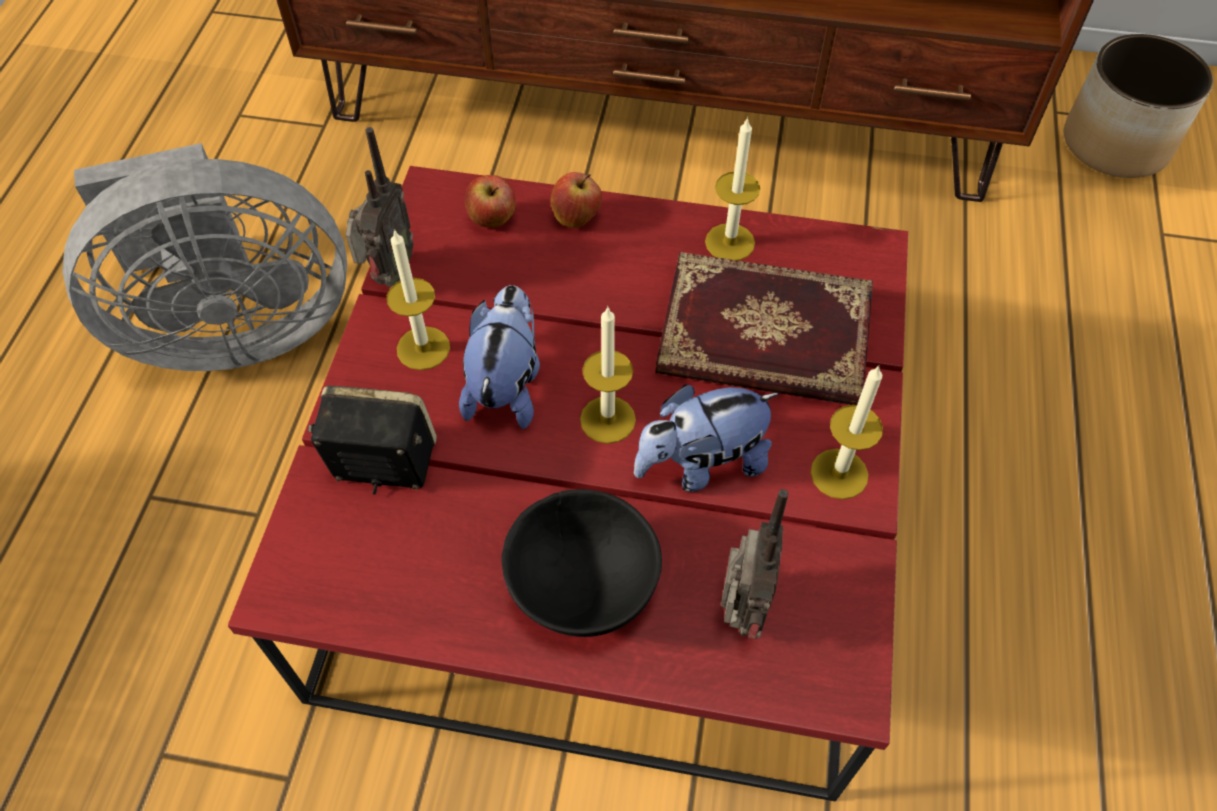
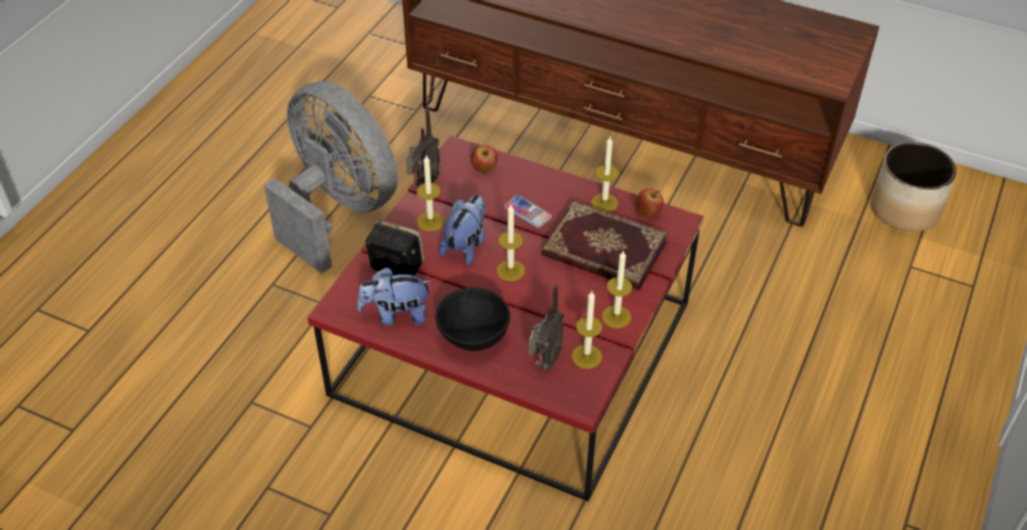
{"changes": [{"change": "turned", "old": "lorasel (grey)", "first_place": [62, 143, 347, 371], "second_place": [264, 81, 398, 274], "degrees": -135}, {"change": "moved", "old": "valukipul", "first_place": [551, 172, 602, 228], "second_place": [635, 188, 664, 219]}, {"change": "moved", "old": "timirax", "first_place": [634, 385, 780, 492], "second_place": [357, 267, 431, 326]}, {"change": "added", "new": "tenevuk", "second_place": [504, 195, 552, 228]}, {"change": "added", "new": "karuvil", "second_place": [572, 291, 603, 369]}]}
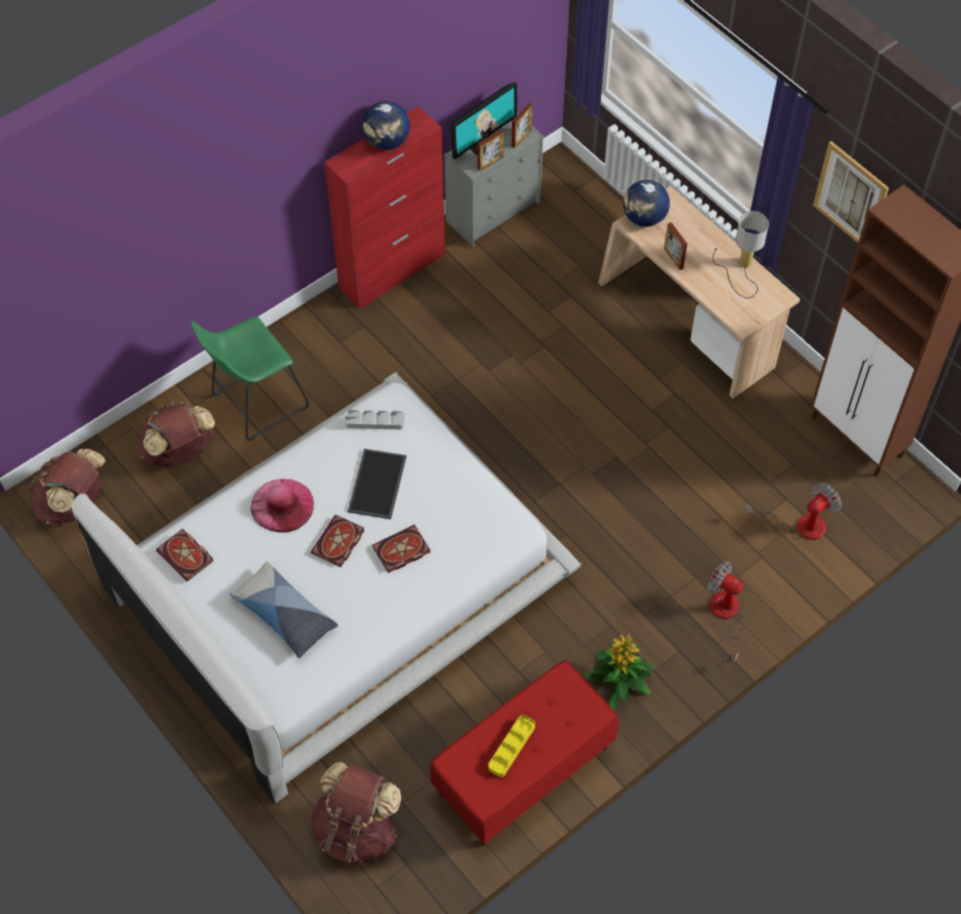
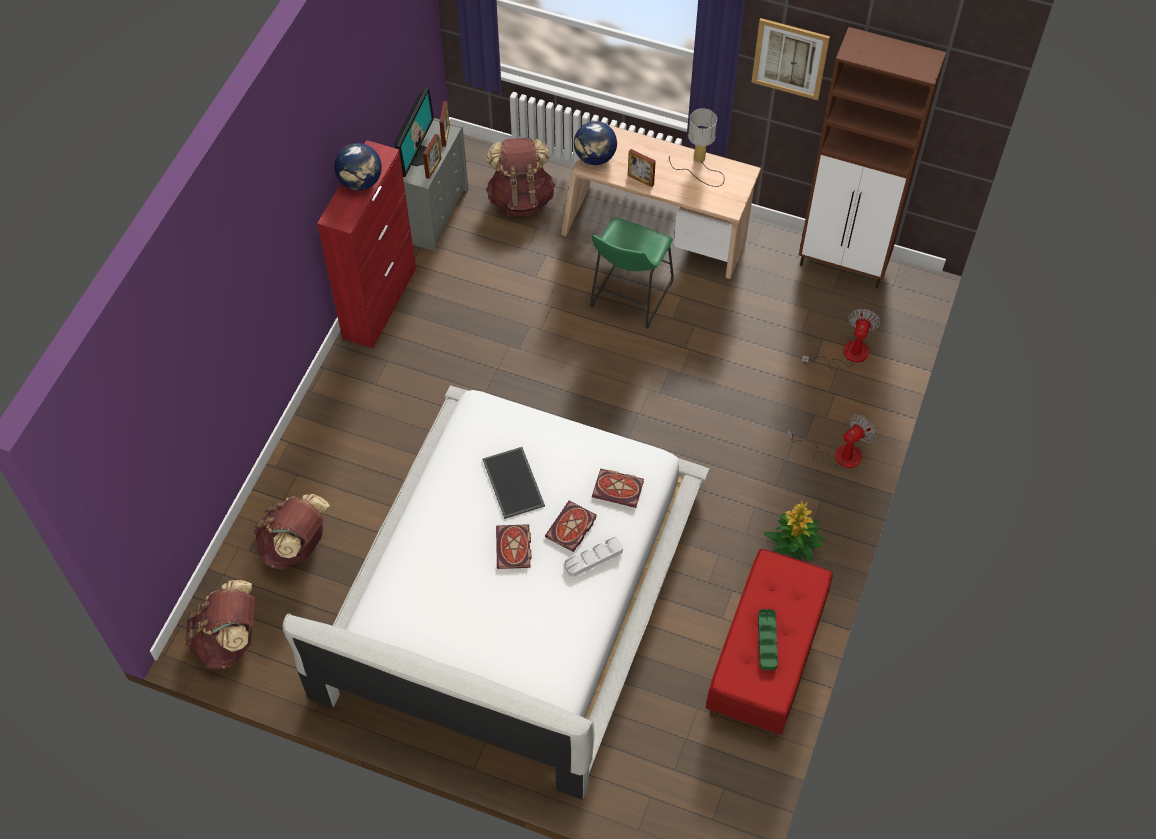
{"changes": [{"change": "moved", "old": "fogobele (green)", "first_place": [191, 317, 309, 441], "second_place": [590, 218, 674, 328]}, {"change": "moved", "old": "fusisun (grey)", "first_place": [344, 410, 405, 429], "second_place": [564, 537, 623, 577]}, {"change": "removed", "old": "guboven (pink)", "first_place": [251, 479, 314, 532]}, {"change": "moved", "old": "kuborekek", "first_place": [156, 528, 214, 582], "second_place": [592, 468, 644, 508]}, {"change": "removed", "old": "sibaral", "first_place": [229, 561, 338, 658]}, {"change": "turned", "old": "lorasel", "first_place": [708, 561, 743, 662], "second_place": [787, 414, 876, 468], "degrees": 135}, {"change": "recoloured", "old": "fusisun (yellow)", "new": "fusisun (green)", "first_place": [488, 715, 535, 777], "second_place": [758, 609, 778, 670]}, {"change": "moved", "old": "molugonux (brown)", "first_place": [310, 762, 401, 866], "second_place": [486, 138, 556, 216]}]}
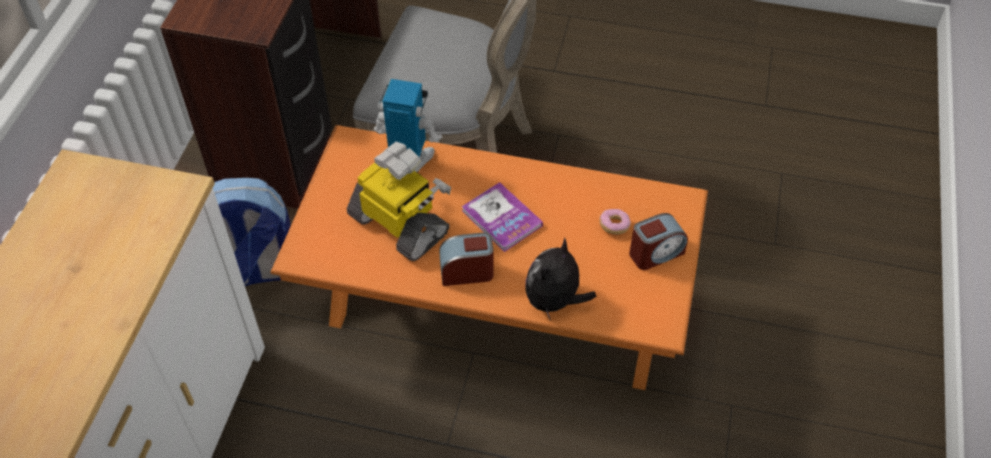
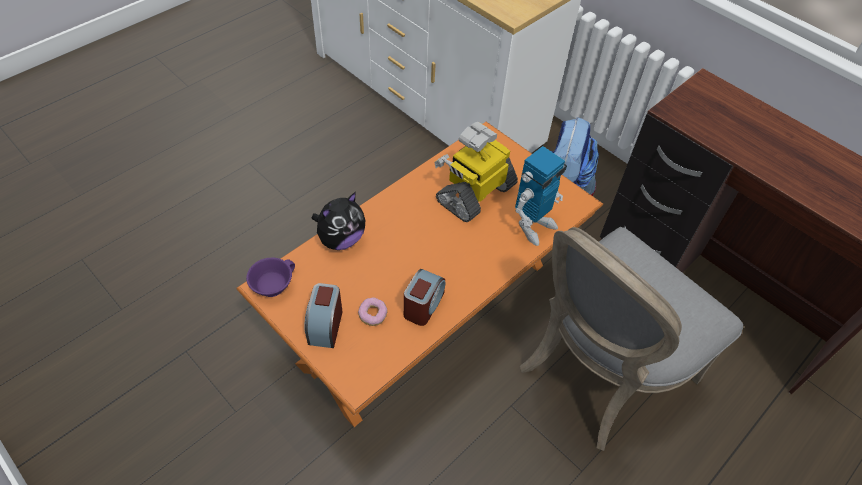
{"changes": [{"change": "turned", "old": "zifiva", "first_place": [347, 142, 451, 261], "second_place": [434, 122, 518, 222], "degrees": 150}, {"change": "removed", "old": "kuborekek", "first_place": [462, 182, 543, 252]}, {"change": "moved", "old": "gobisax", "first_place": [439, 233, 494, 286], "second_place": [404, 269, 446, 326]}, {"change": "turned", "old": "timirax", "first_place": [525, 237, 597, 321], "second_place": [311, 192, 365, 250], "degrees": 75}, {"change": "added", "new": "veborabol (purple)", "second_place": [246, 257, 295, 297]}]}
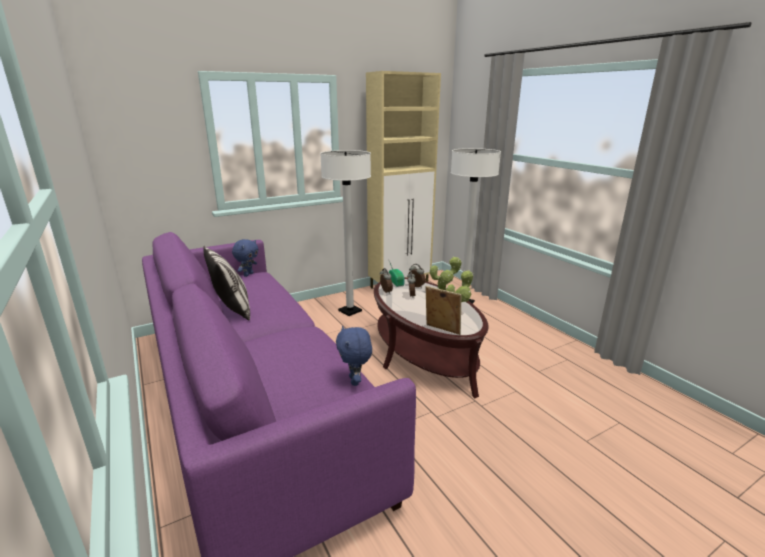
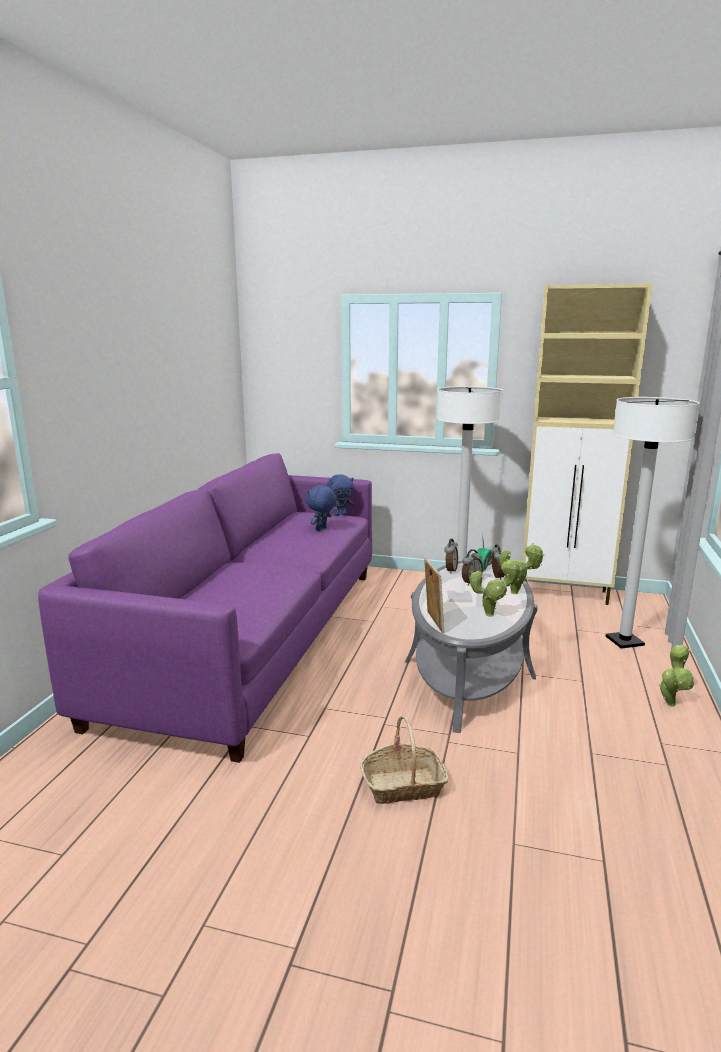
{"changes": [{"change": "removed", "old": "sibaral", "first_place": [203, 246, 250, 320]}, {"change": "recoloured", "old": "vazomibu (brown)", "new": "vazomibu (grey)", "first_place": [374, 278, 488, 399], "second_place": [405, 561, 538, 733]}, {"change": "moved", "old": "timirax (blue)", "first_place": [336, 326, 372, 386], "second_place": [306, 485, 337, 531]}, {"change": "added", "new": "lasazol", "second_place": [659, 645, 694, 707]}, {"change": "added", "new": "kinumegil", "second_place": [360, 716, 449, 804]}]}
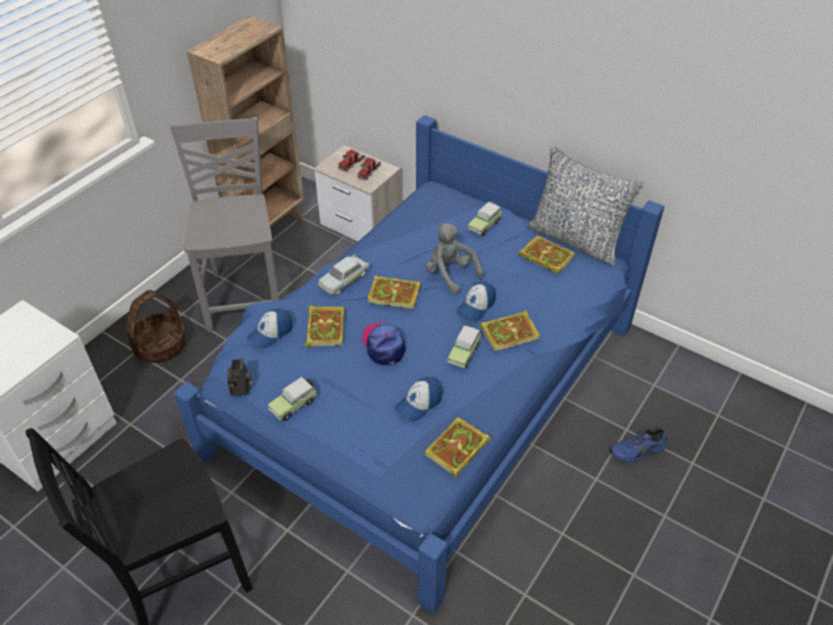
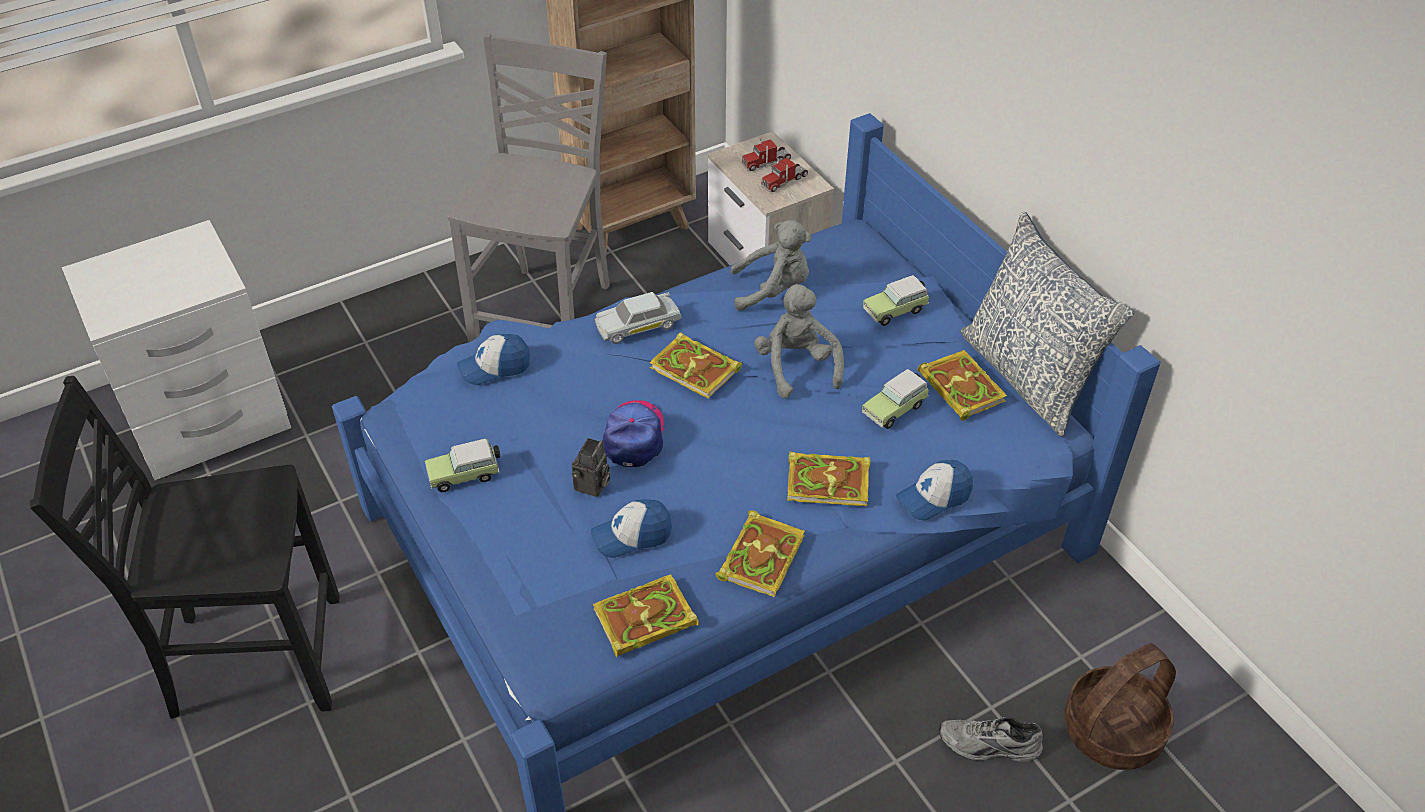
{"changes": [{"change": "moved", "old": "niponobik", "first_place": [457, 281, 496, 321], "second_place": [896, 460, 973, 521]}, {"change": "moved", "old": "kinumegil", "first_place": [126, 290, 186, 363], "second_place": [1064, 643, 1176, 770]}, {"change": "moved", "old": "kuborekek", "first_place": [305, 305, 344, 347], "second_place": [716, 510, 805, 597]}, {"change": "moved", "old": "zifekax", "first_place": [447, 325, 481, 368], "second_place": [862, 369, 929, 429]}, {"change": "moved", "old": "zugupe", "first_place": [227, 358, 252, 396], "second_place": [572, 438, 611, 497]}, {"change": "recoloured", "old": "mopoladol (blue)", "new": "mopoladol (grey)", "first_place": [609, 428, 667, 462], "second_place": [939, 717, 1043, 762]}, {"change": "added", "new": "timirax (grey)", "second_place": [731, 220, 811, 311]}]}
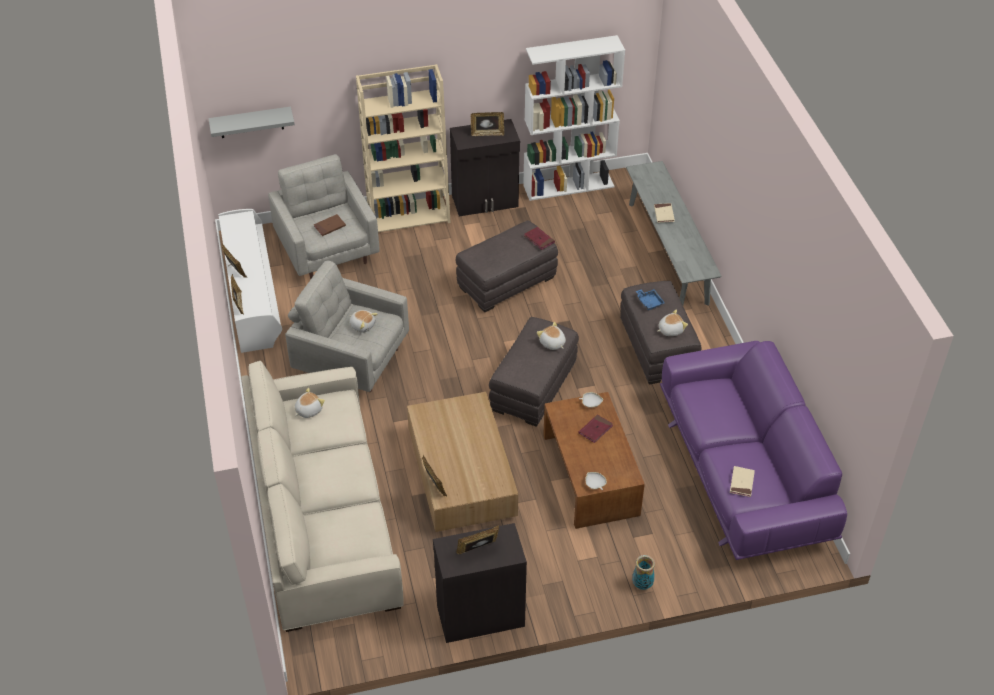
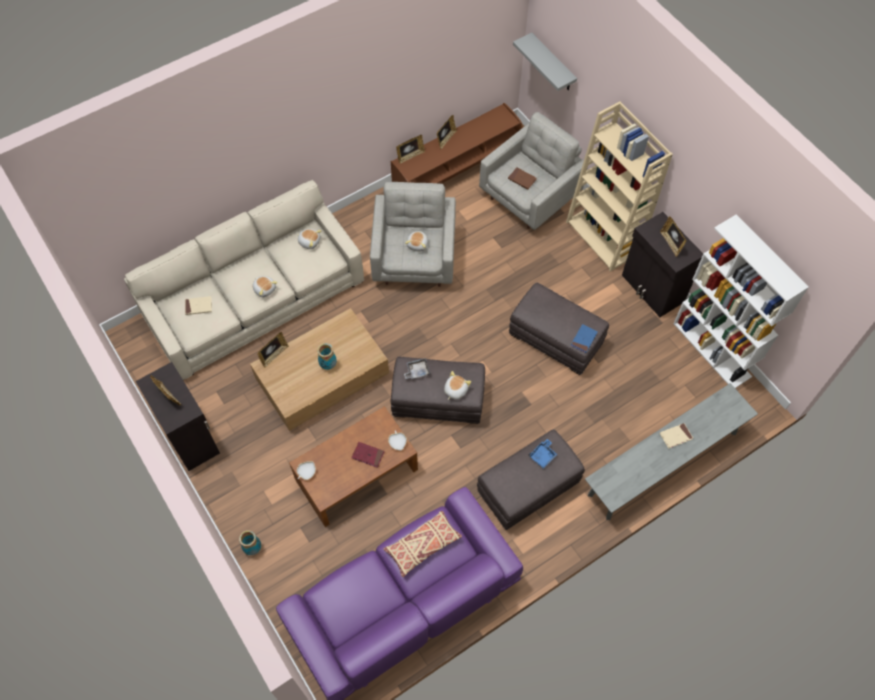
{"changes": [{"change": "recoloured", "old": "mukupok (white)", "new": "mukupok (brown)", "first_place": [218, 209, 282, 353], "second_place": [391, 103, 523, 184]}, {"change": "recoloured", "old": "kuborekek (red)", "new": "kuborekek (blue)", "first_place": [524, 227, 555, 250], "second_place": [570, 324, 598, 353]}, {"change": "moved", "old": "timirax", "first_place": [657, 310, 688, 336], "second_place": [252, 276, 278, 297]}, {"change": "moved", "old": "kuborekek (beige)", "first_place": [730, 466, 755, 497], "second_place": [185, 296, 212, 315]}, {"change": "added", "new": "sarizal", "second_place": [317, 343, 337, 370]}, {"change": "added", "new": "fusisun (grey)", "second_place": [404, 358, 431, 379]}, {"change": "added", "new": "sibaral (beige)", "second_place": [384, 511, 462, 577]}]}
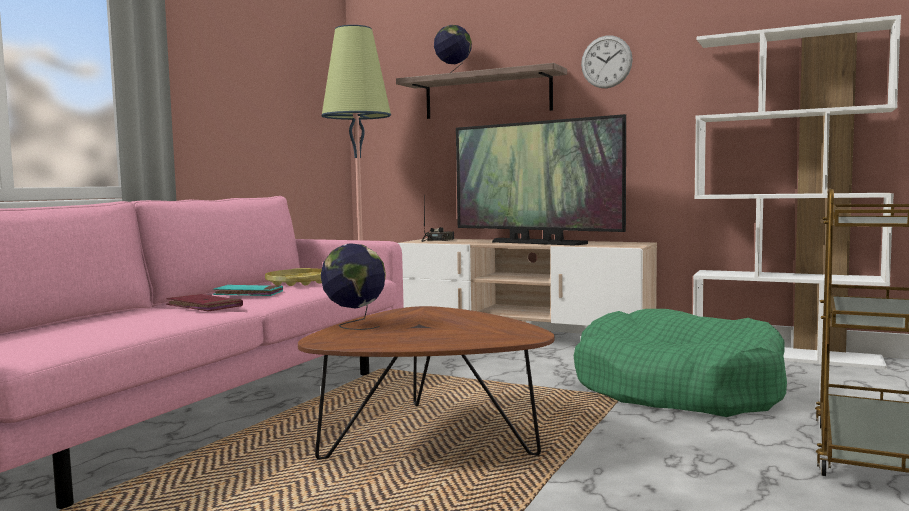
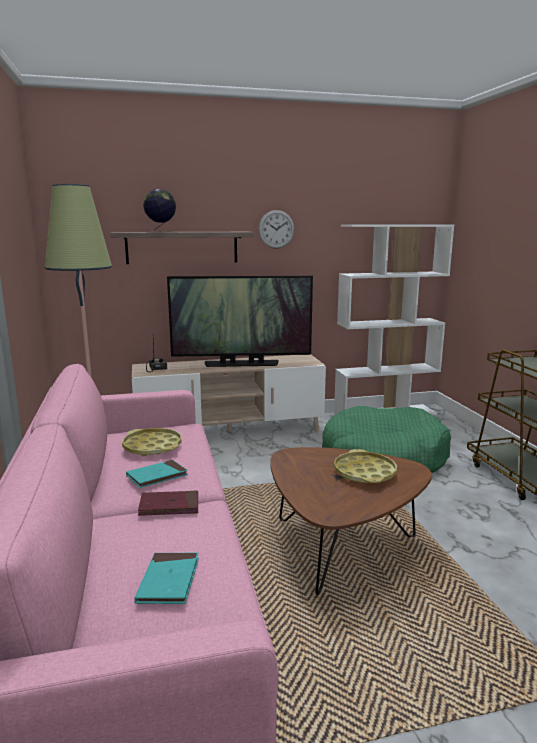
{"changes": [{"change": "removed", "old": "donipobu", "first_place": [321, 243, 386, 330]}, {"change": "added", "new": "fusisun (yellow)", "second_place": [334, 449, 397, 483]}, {"change": "added", "new": "kuborekek (turquoise)", "second_place": [134, 553, 199, 604]}]}
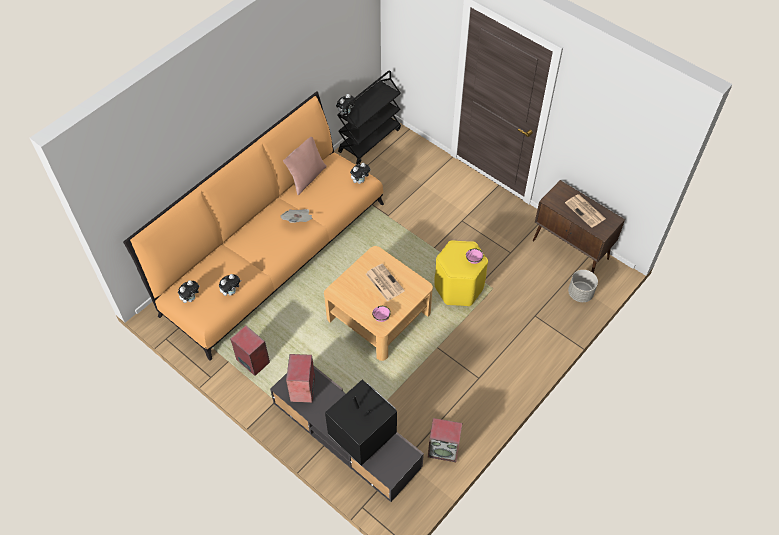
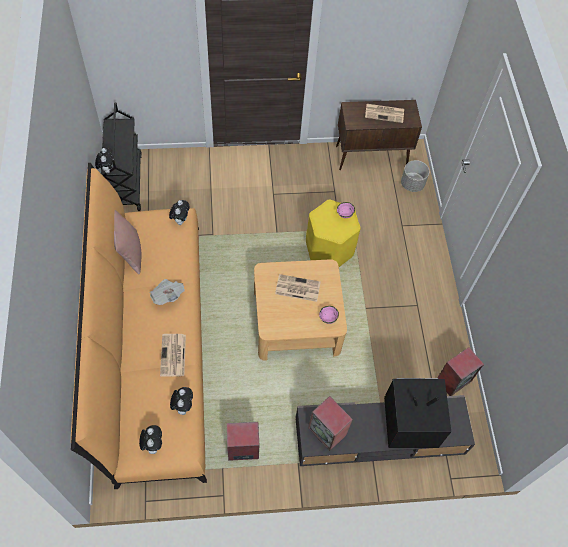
{"changes": [{"change": "added", "new": "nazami", "second_place": [160, 334, 186, 377]}]}
